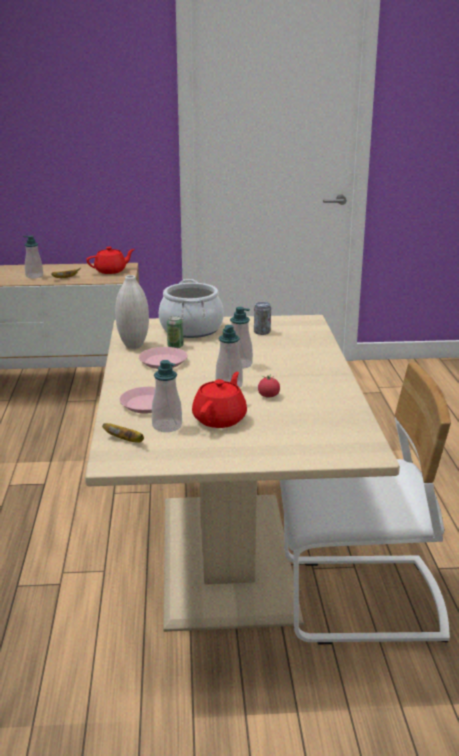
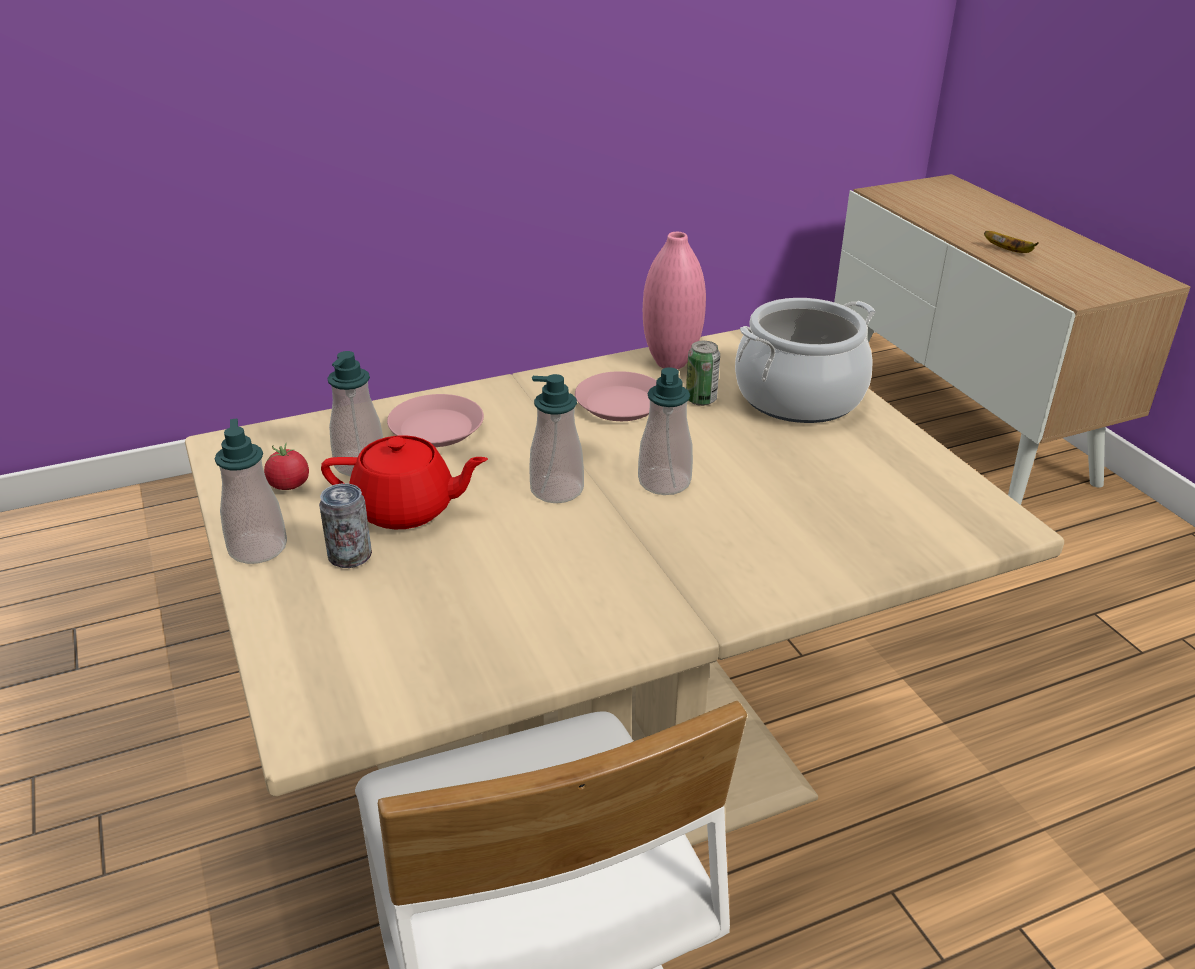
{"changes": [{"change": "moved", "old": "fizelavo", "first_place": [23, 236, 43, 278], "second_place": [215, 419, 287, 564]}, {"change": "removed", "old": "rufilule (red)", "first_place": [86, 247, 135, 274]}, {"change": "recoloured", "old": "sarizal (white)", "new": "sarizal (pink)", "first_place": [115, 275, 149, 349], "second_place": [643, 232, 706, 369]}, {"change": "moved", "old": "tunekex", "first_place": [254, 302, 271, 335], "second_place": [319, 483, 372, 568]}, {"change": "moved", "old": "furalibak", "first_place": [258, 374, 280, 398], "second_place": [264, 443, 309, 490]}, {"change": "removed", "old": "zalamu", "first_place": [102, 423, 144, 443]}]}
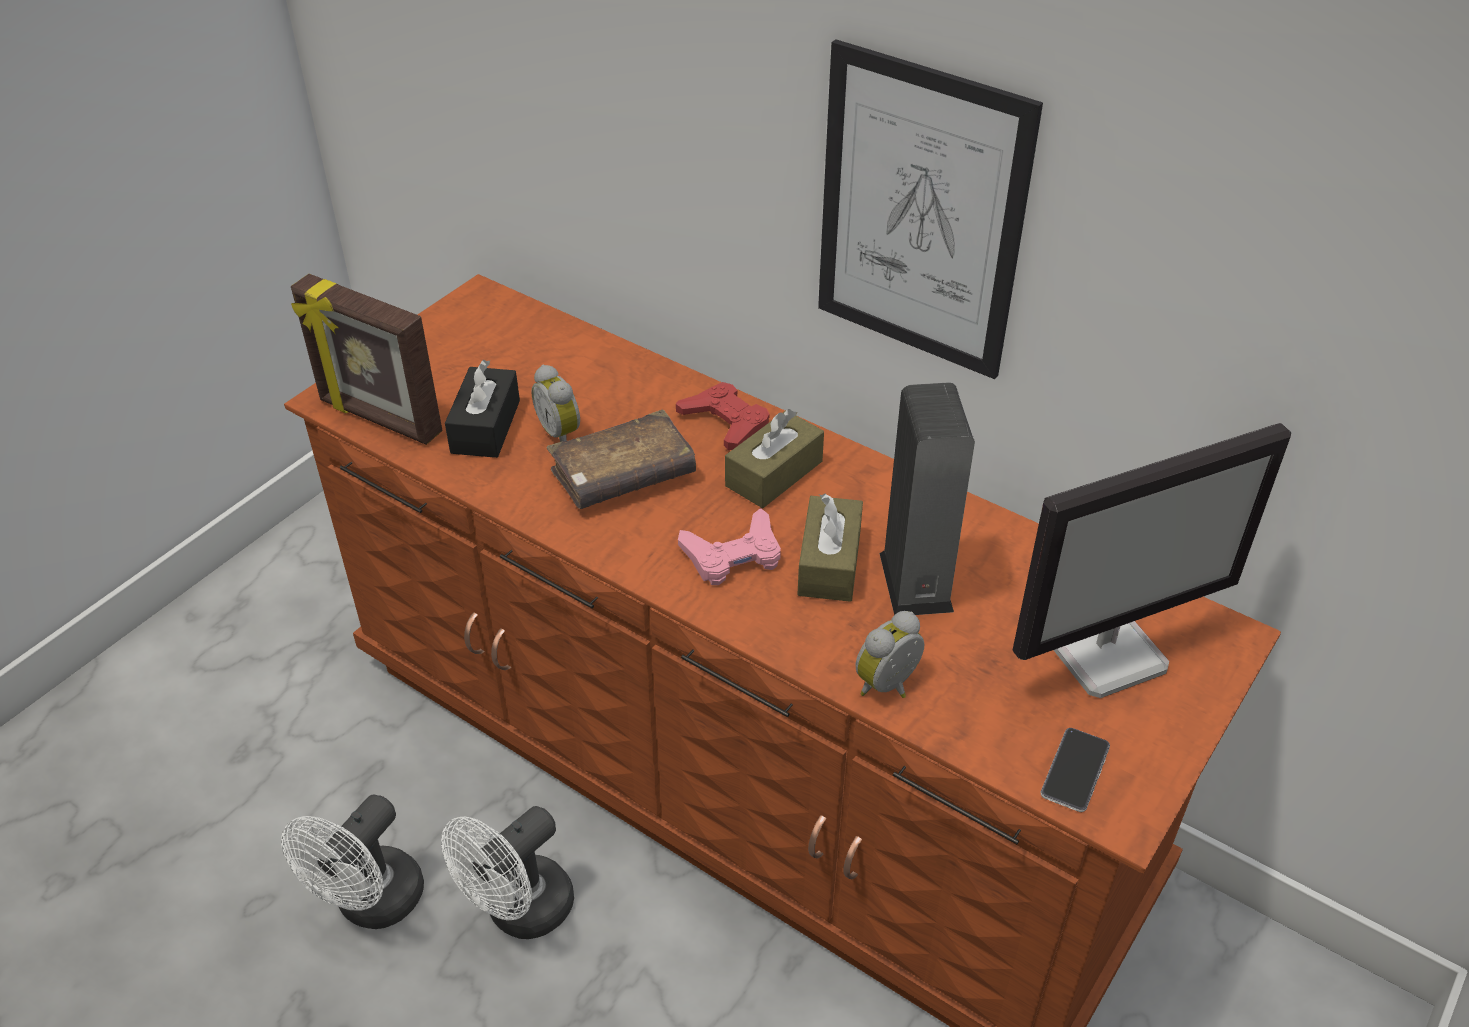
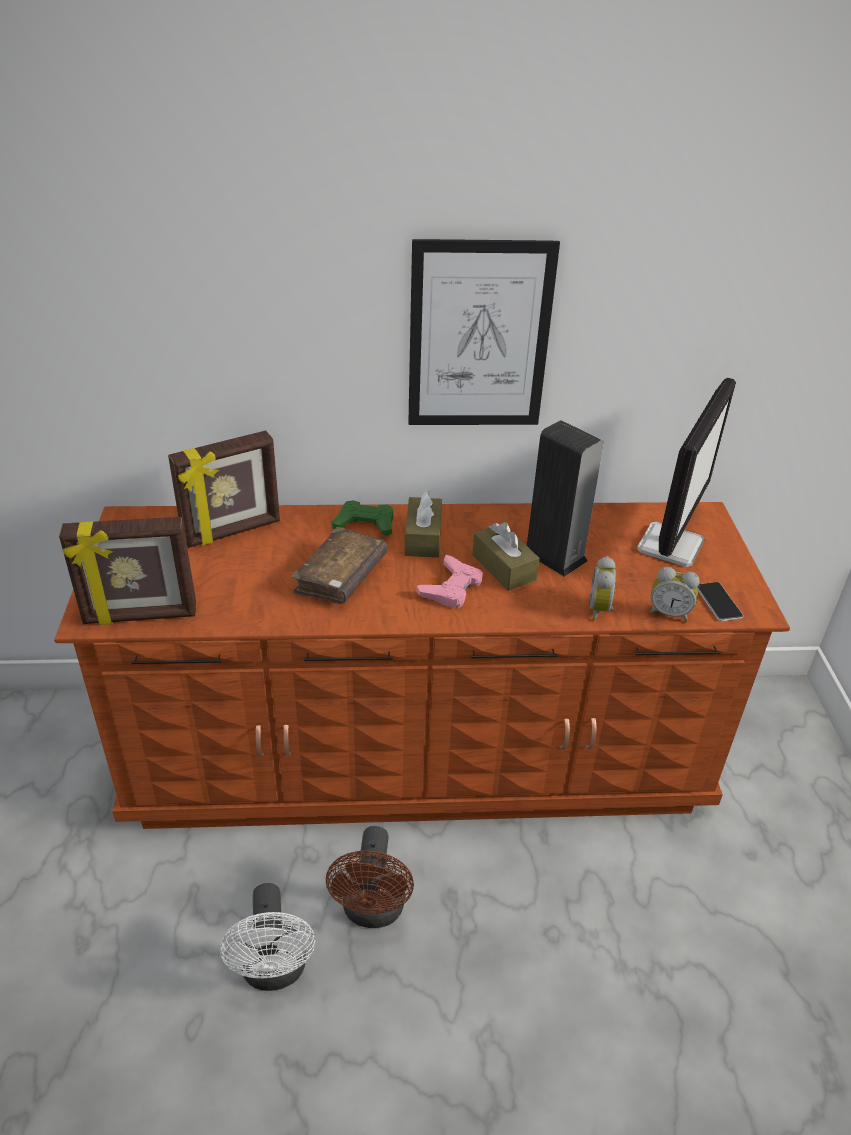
{"changes": [{"change": "removed", "old": "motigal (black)", "first_place": [445, 360, 520, 458]}, {"change": "moved", "old": "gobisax", "first_place": [531, 365, 580, 442], "second_place": [649, 567, 700, 622]}, {"change": "recoloured", "old": "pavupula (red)", "new": "pavupula (green)", "first_place": [676, 382, 770, 450], "second_place": [332, 500, 393, 536]}, {"change": "recoloured", "old": "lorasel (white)", "new": "lorasel (brown)", "first_place": [441, 806, 574, 939], "second_place": [326, 826, 414, 928]}, {"change": "added", "new": "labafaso", "second_place": [168, 430, 280, 548]}]}
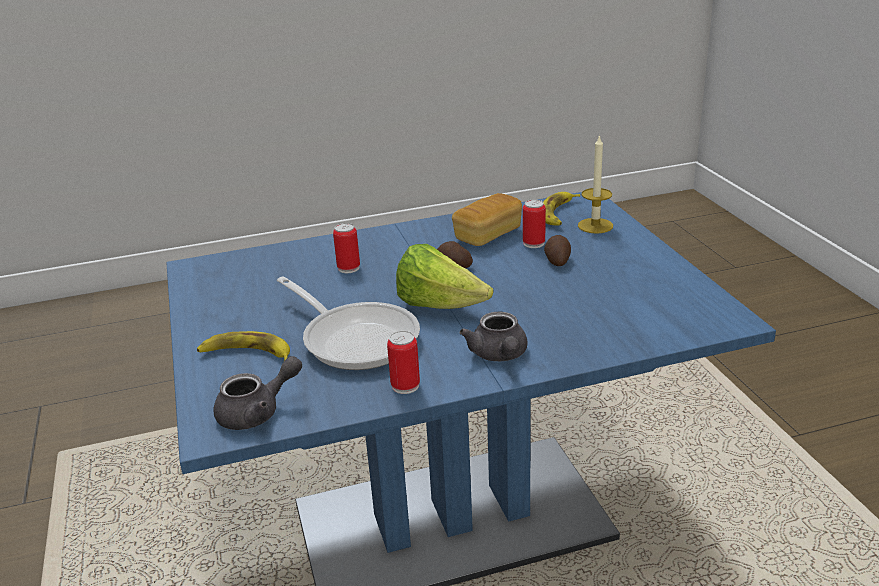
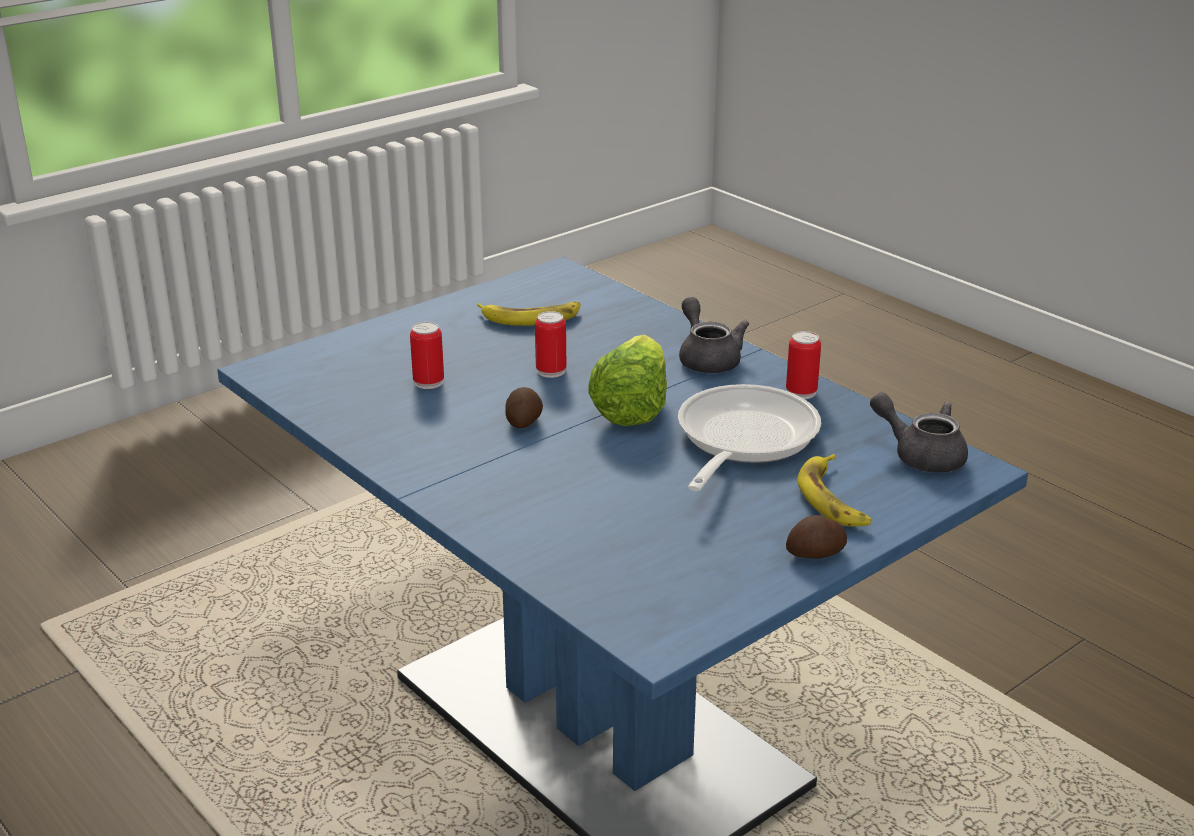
{"changes": [{"change": "removed", "old": "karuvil", "first_place": [578, 134, 613, 234]}, {"change": "moved", "old": "zalamu", "first_place": [543, 192, 580, 226], "second_place": [477, 301, 581, 326]}, {"change": "removed", "old": "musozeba", "first_place": [452, 193, 522, 246]}, {"change": "moved", "old": "tunekex", "first_place": [333, 223, 360, 273], "second_place": [535, 311, 566, 378]}, {"change": "moved", "old": "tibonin", "first_place": [544, 235, 571, 266], "second_place": [786, 515, 847, 559]}, {"change": "turned", "old": "rufilule (grey)", "first_place": [460, 312, 528, 361], "second_place": [679, 297, 749, 373], "degrees": -75}]}
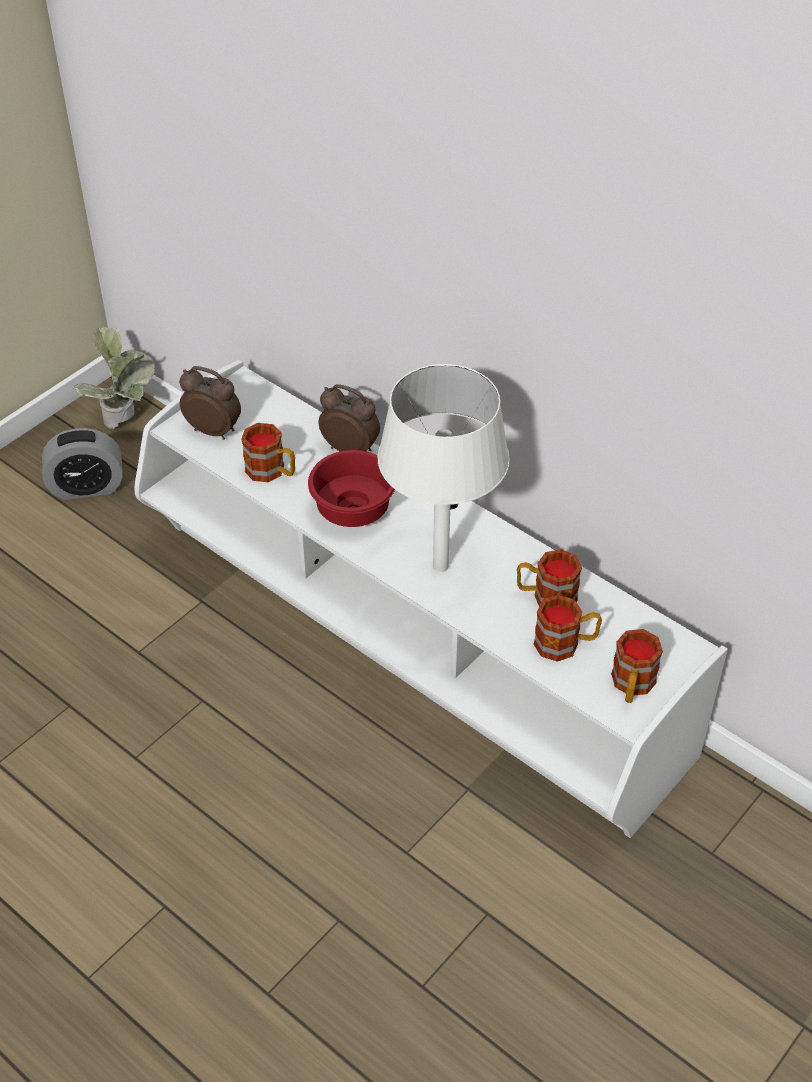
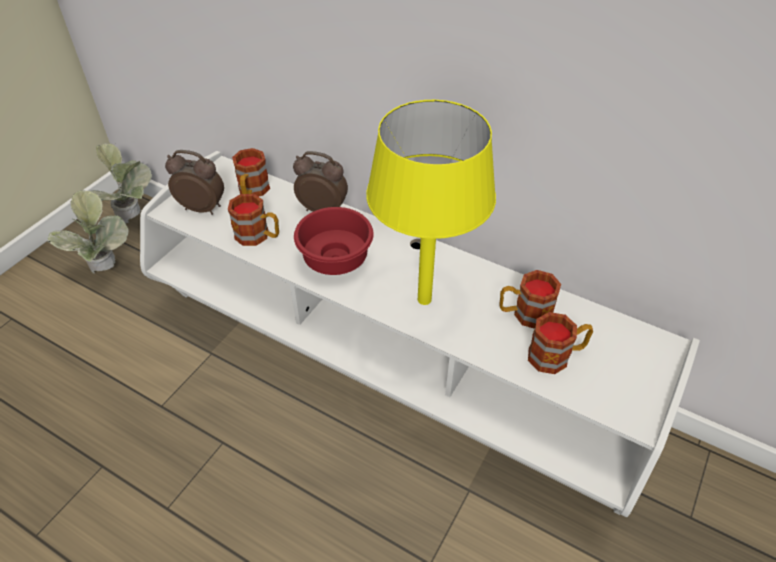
{"changes": [{"change": "recoloured", "old": "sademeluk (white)", "new": "sademeluk (yellow)", "first_place": [378, 364, 510, 572], "second_place": [366, 100, 496, 305]}, {"change": "replaced", "old": "gobisax", "new": "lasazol", "first_place": [42, 428, 123, 500], "second_place": [47, 190, 129, 273]}, {"change": "moved", "old": "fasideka", "first_place": [611, 629, 663, 703], "second_place": [232, 148, 270, 197]}]}
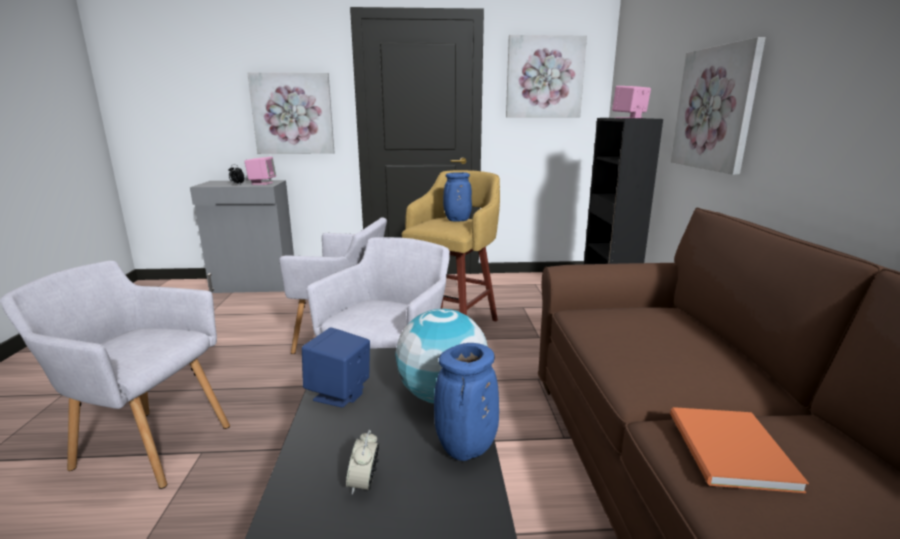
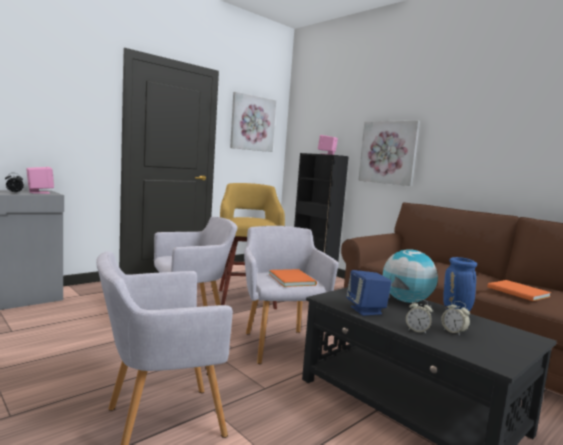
{"changes": [{"change": "removed", "old": "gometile", "first_place": [247, 72, 334, 154]}, {"change": "removed", "old": "sarizal (blue)", "first_place": [443, 172, 472, 222]}, {"change": "added", "new": "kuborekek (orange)", "second_place": [269, 269, 317, 287]}, {"change": "added", "new": "gobisax", "second_place": [406, 299, 433, 334]}]}
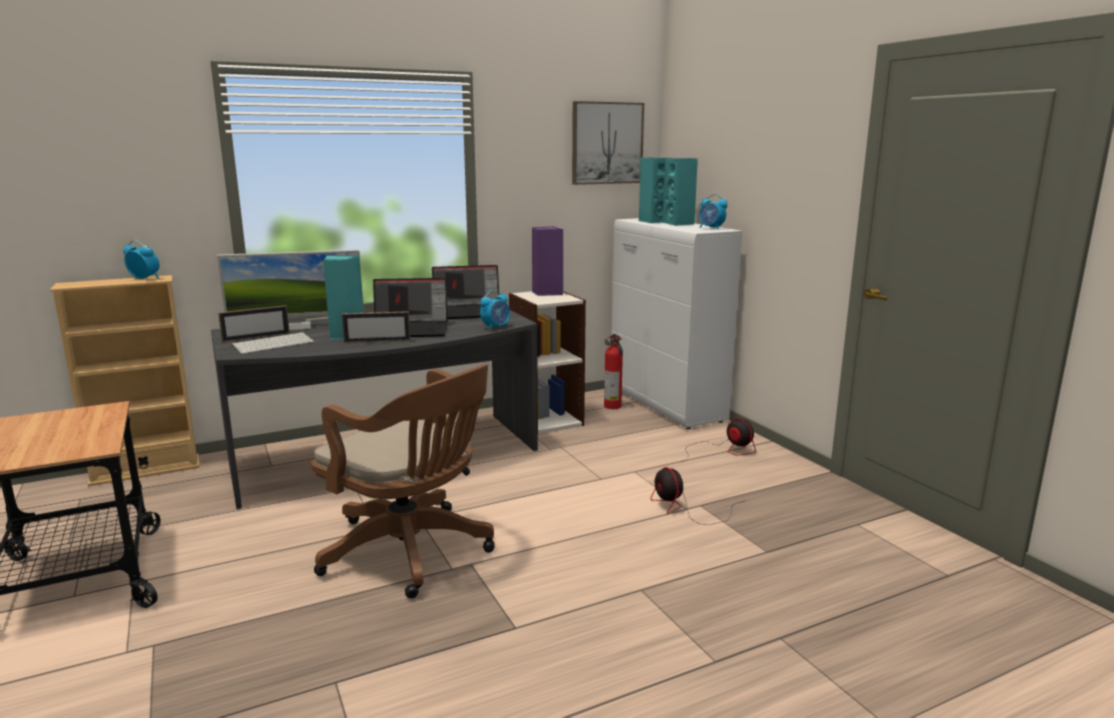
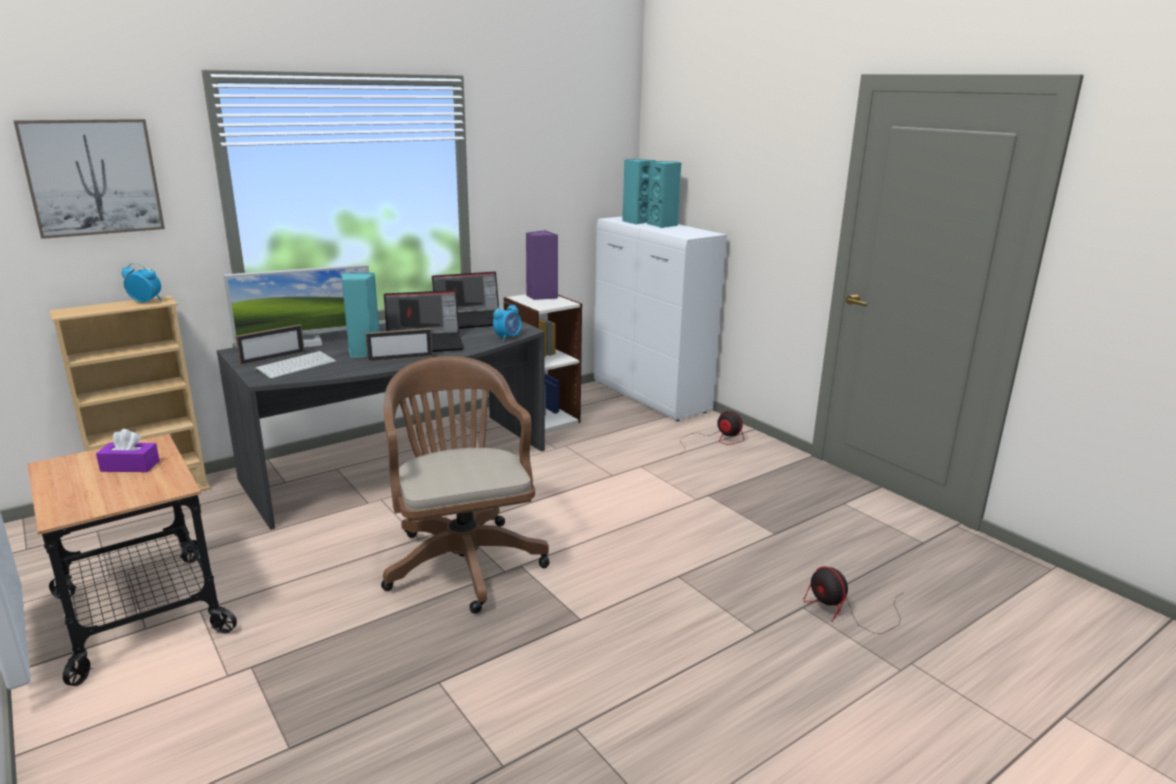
{"changes": [{"change": "moved", "old": "gometile", "first_place": [572, 101, 644, 185], "second_place": [13, 119, 165, 239]}, {"change": "removed", "old": "gobisax", "first_place": [699, 194, 727, 229]}, {"change": "removed", "old": "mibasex", "first_place": [604, 334, 623, 409]}, {"change": "turned", "old": "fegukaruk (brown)", "first_place": [311, 364, 495, 598], "second_place": [381, 356, 550, 614], "degrees": -135}, {"change": "moved", "old": "lorasel", "first_place": [651, 467, 743, 525], "second_place": [803, 567, 904, 634]}, {"change": "added", "new": "motigal (purple)", "second_place": [96, 429, 160, 472]}]}
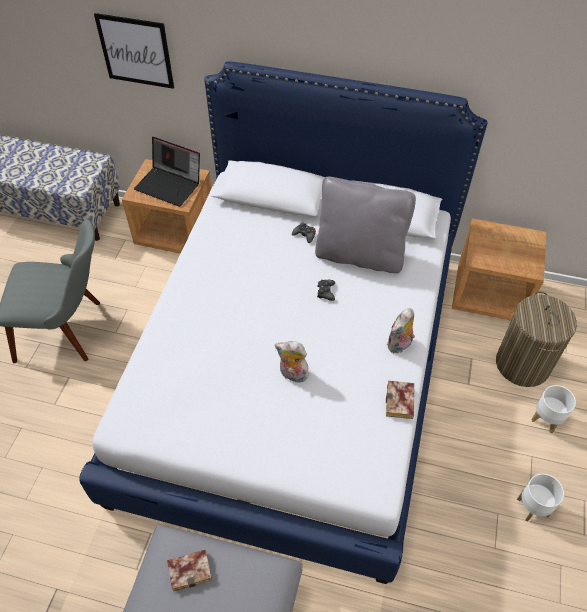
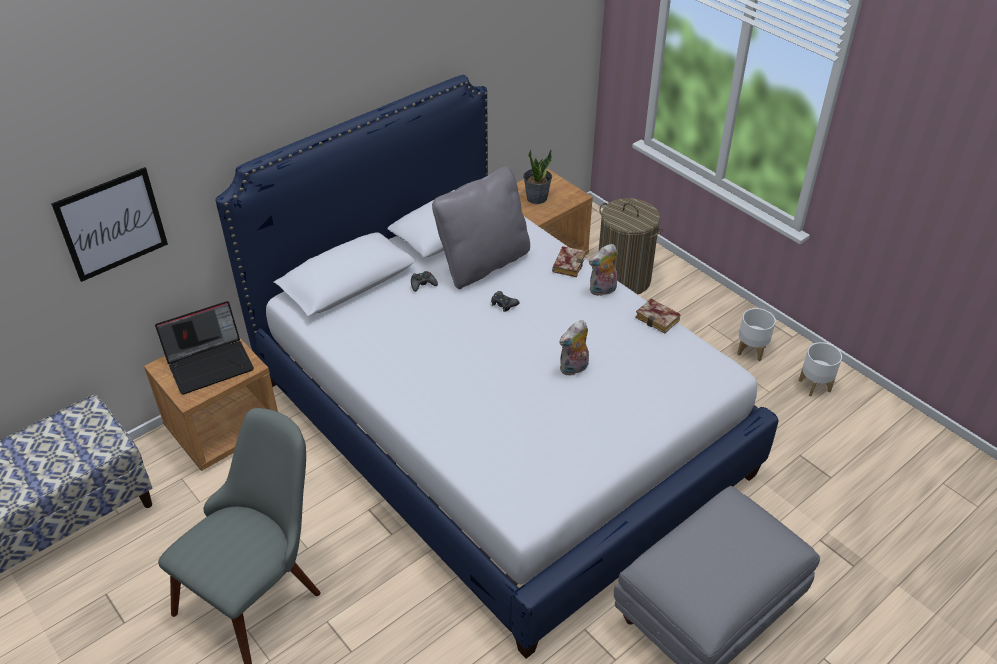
{"changes": [{"change": "turned", "old": "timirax", "first_place": [387, 308, 415, 353], "second_place": [589, 244, 618, 296], "degrees": 75}, {"change": "moved", "old": "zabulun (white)", "first_place": [531, 385, 576, 433], "second_place": [799, 342, 842, 396]}, {"change": "moved", "old": "kuborekek", "first_place": [167, 550, 212, 592], "second_place": [552, 246, 586, 277]}, {"change": "added", "new": "lasazol", "second_place": [523, 149, 552, 204]}]}
